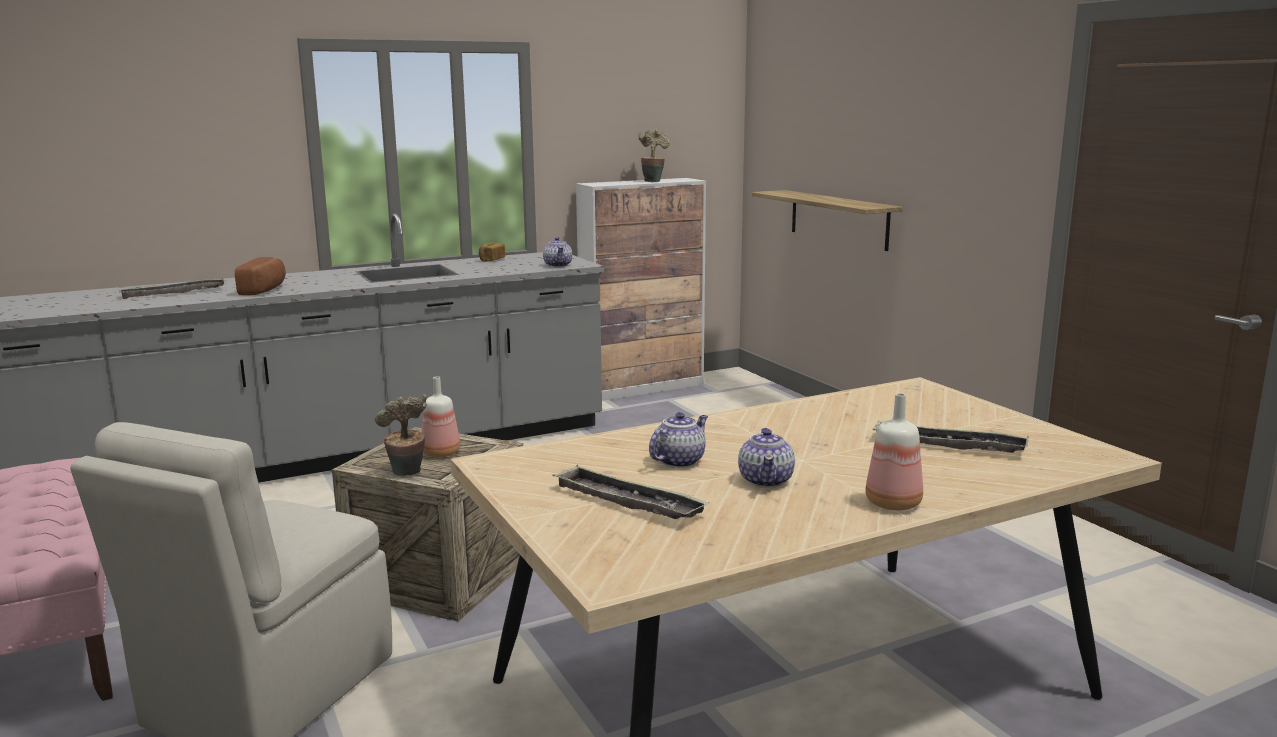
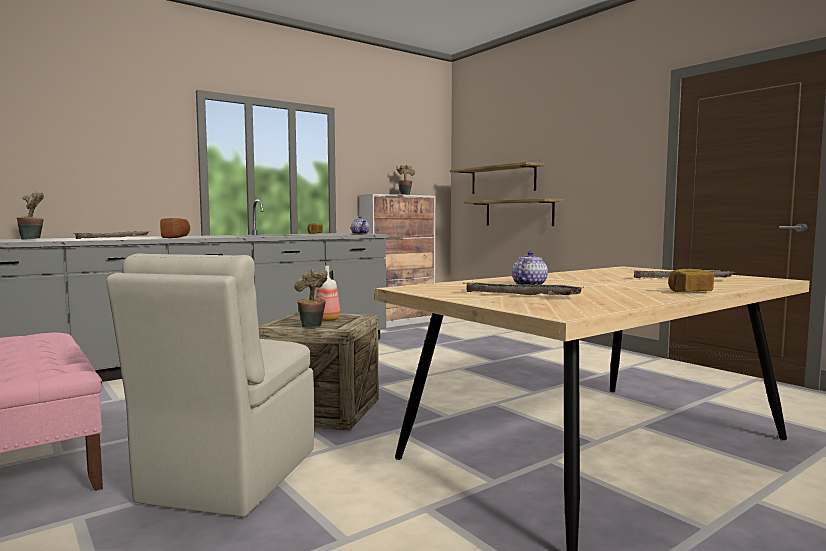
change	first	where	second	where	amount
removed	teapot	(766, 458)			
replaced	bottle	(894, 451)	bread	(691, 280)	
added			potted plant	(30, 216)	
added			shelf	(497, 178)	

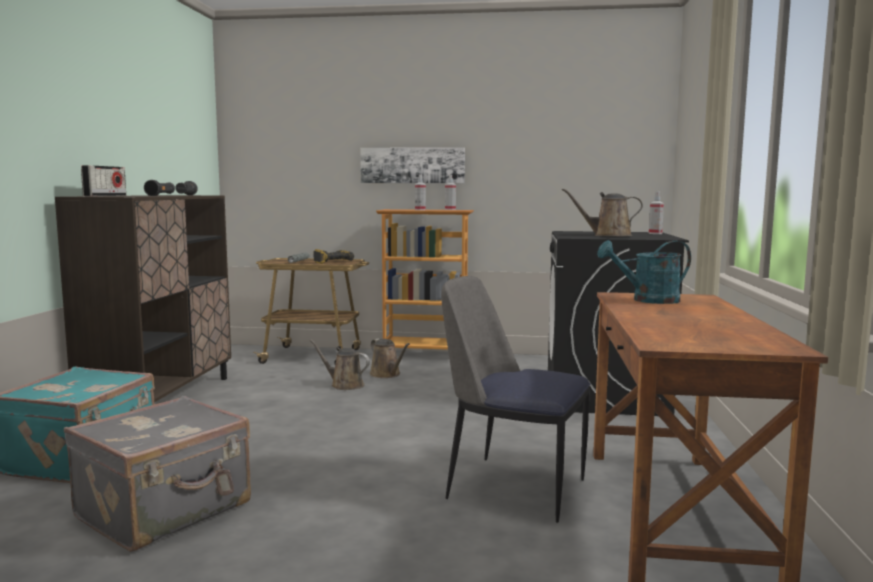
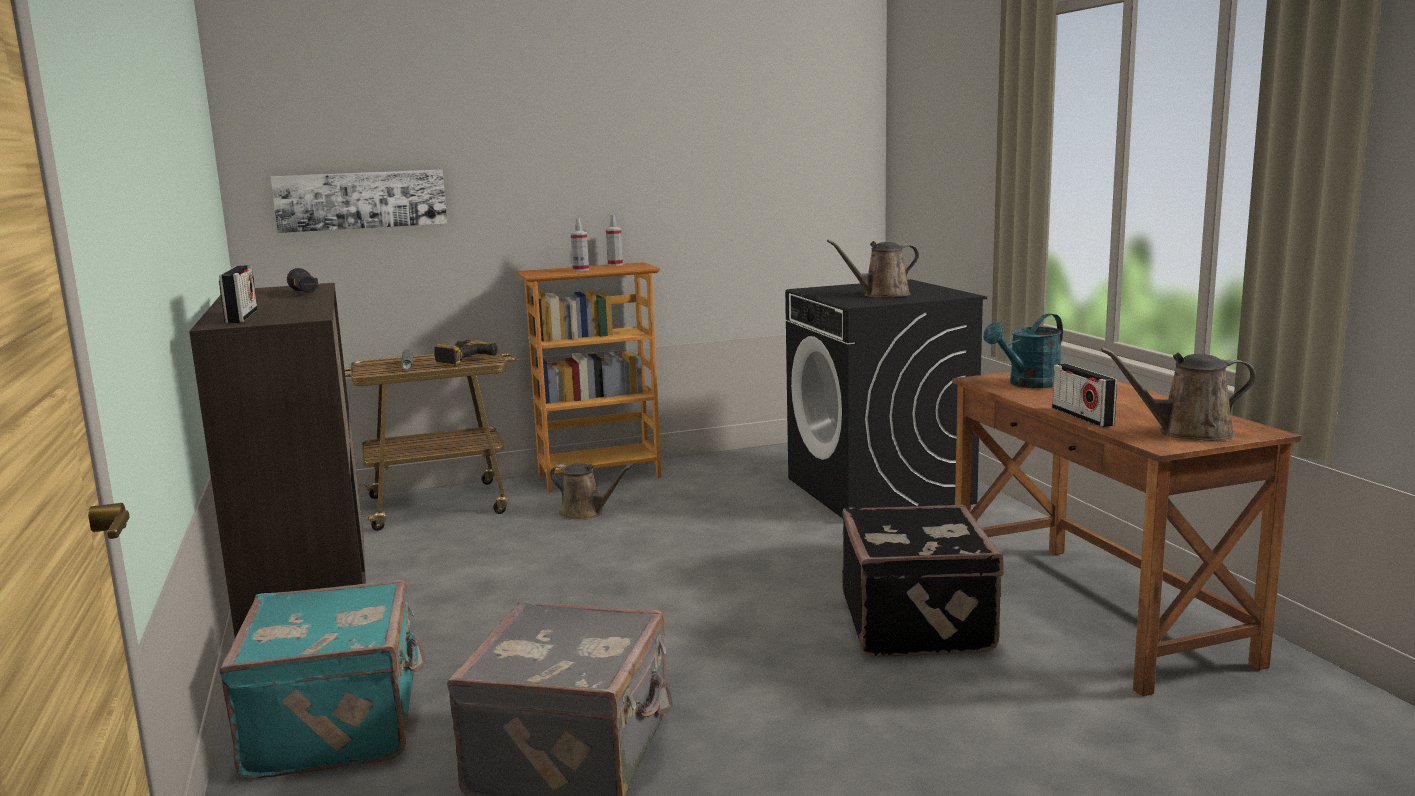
change	first	where	second	where	amount
removed	black flashlight	(159, 188)			
moved	brown watering can	(339, 364)		(1178, 394)	
moved	picture	(412, 165)		(358, 201)	
replaced	chair	(516, 399)	black suitcase	(922, 580)	
removed	spray bottle	(656, 212)			
added			radio	(1084, 395)	

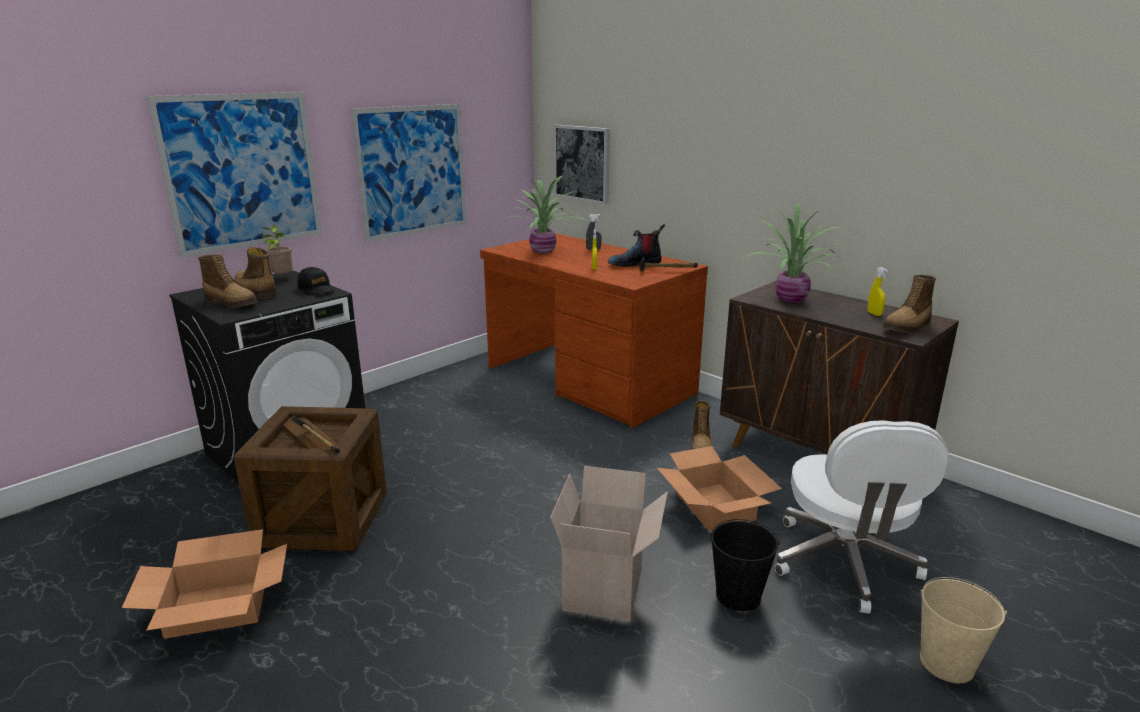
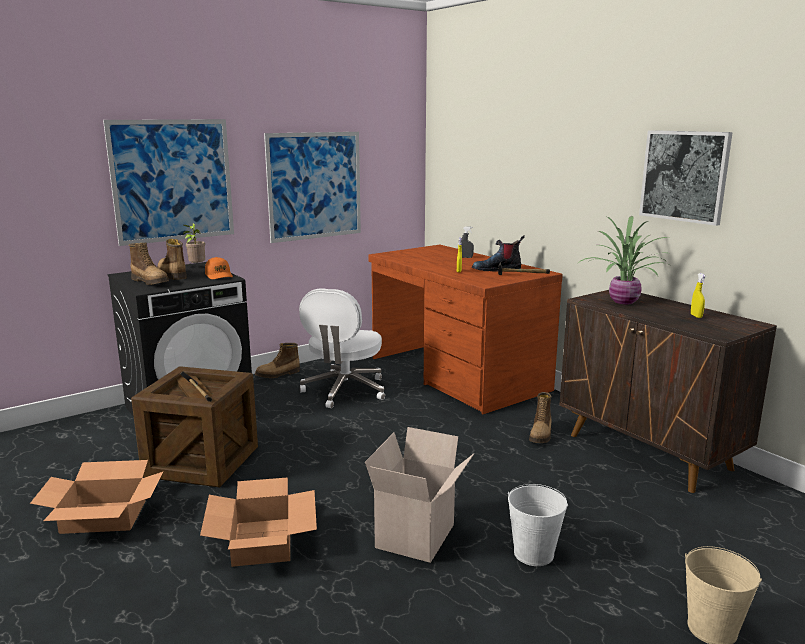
change	first	where	second	where	amount
recoloured	black cap	(316, 281)	orange cap	(219, 268)	
removed	potted plant	(547, 215)			
moved	picture	(582, 164)		(686, 178)	
moved	cardboard box	(719, 488)		(258, 522)	
recoloured	black bucket	(745, 565)	white bucket	(538, 525)	
moved	white office chair	(862, 517)		(342, 348)	
moved	boot	(909, 304)		(277, 360)	

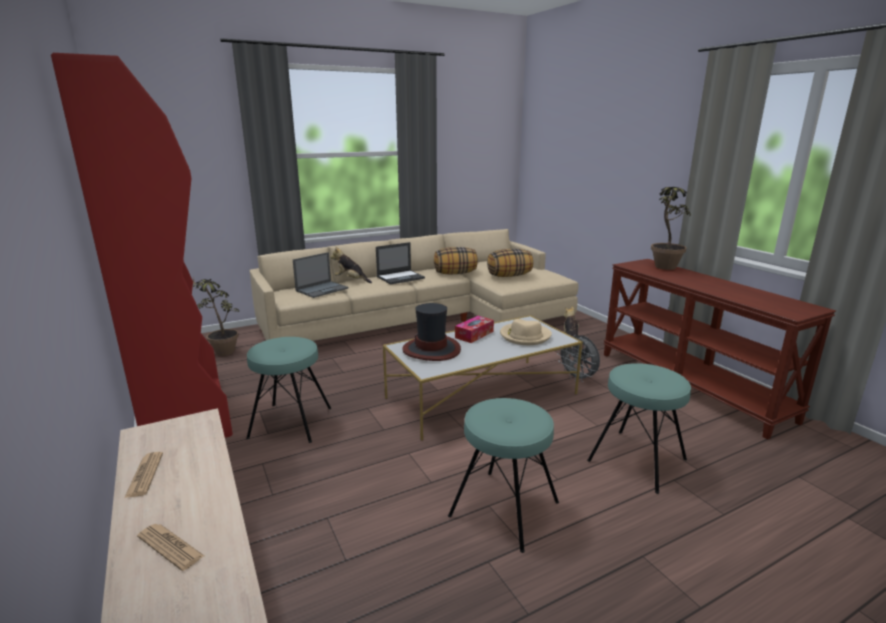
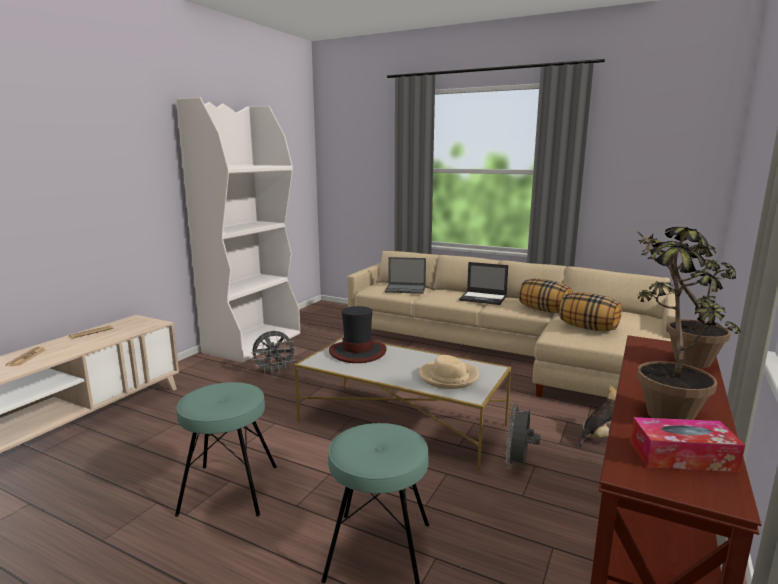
change	first	where	second	where	amount
recoloured	red bookcase	(142, 245)	white bookcase	(238, 230)	
moved	potted plant	(216, 317)		(689, 328)	
replaced	turquoise stool	(288, 390)	grey fan	(274, 352)	
removed	plush toy	(351, 264)			
moved	tissue box	(474, 329)		(687, 444)	

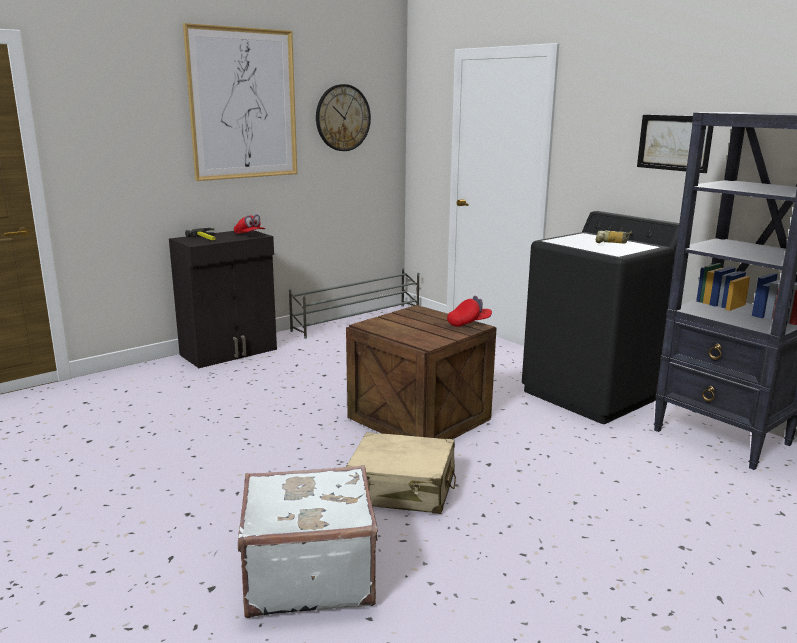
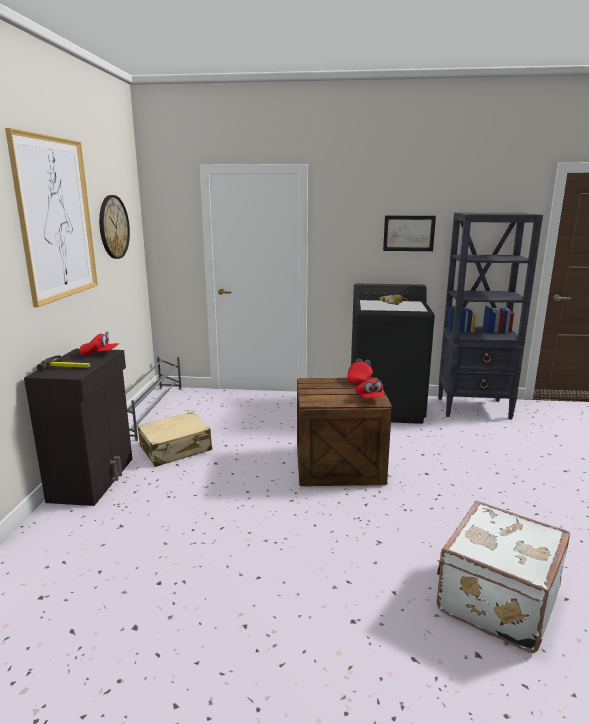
change	first	where	second	where	amount
moved	beige suitcase	(401, 473)		(175, 439)	
added			red cap	(370, 389)	

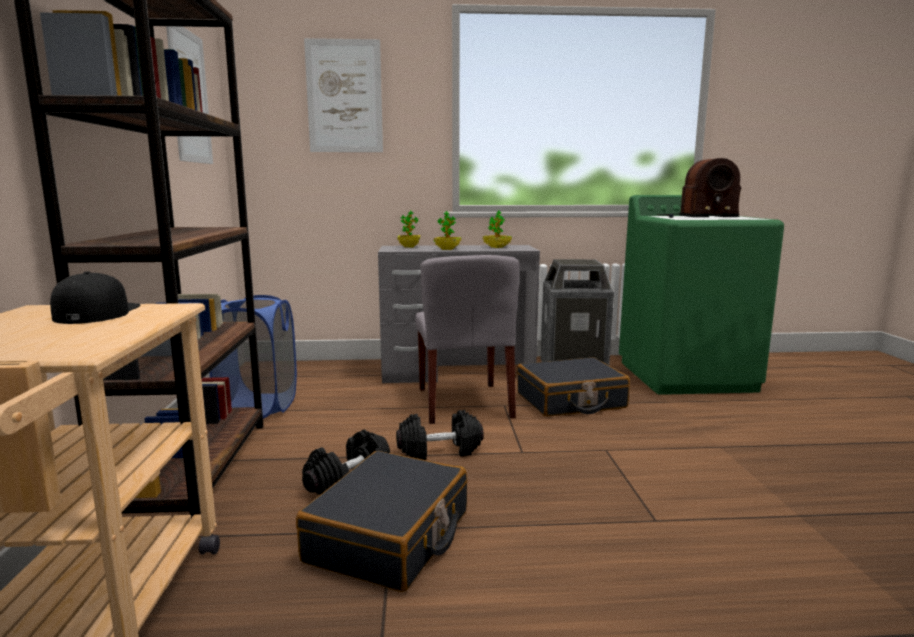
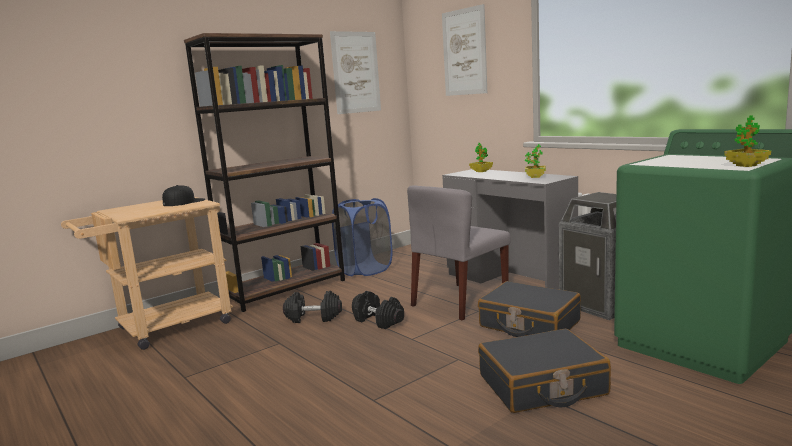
change	first	where	second	where	amount
moved	black suitcase	(381, 521)		(544, 371)	
moved	potted plant	(447, 230)		(747, 141)	
removed	radio	(699, 188)			

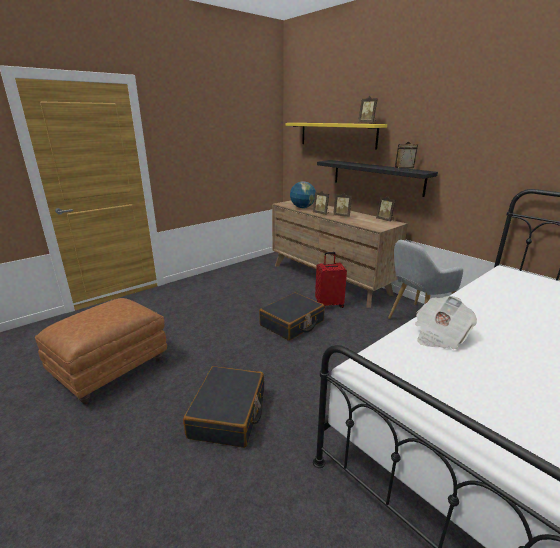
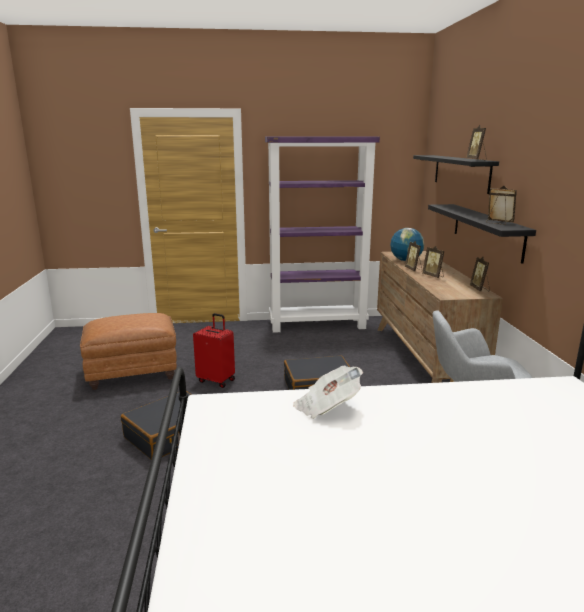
change	first	where	second	where	amount
recoloured	yellow shelf	(336, 136)	black shelf	(456, 174)	
moved	red suitcase	(331, 280)		(214, 350)	
added			purple bookcase	(322, 234)	

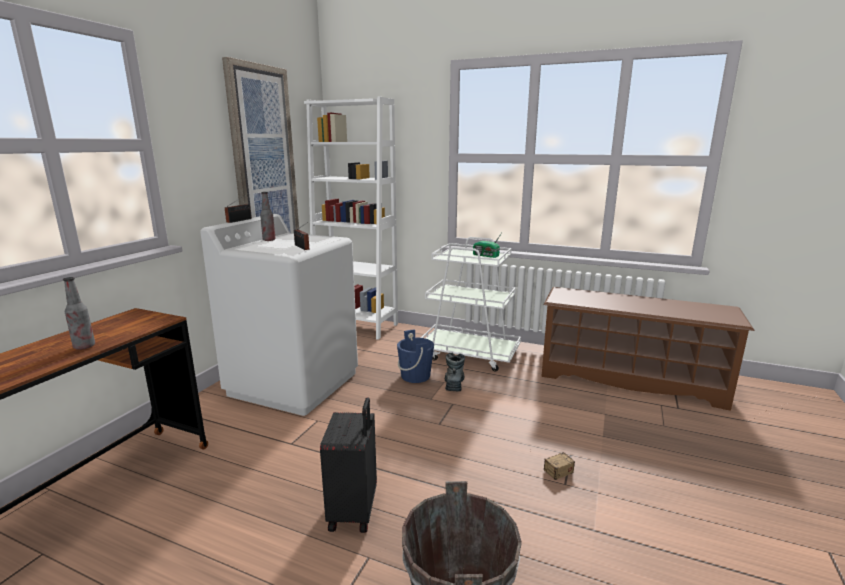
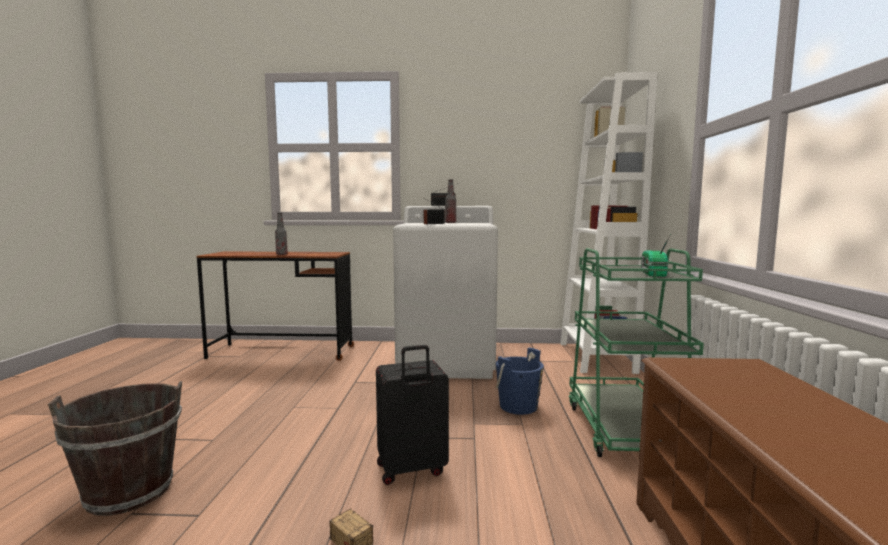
change	first	where	second	where	amount
removed	picture	(260, 145)			
moved	black suitcase	(348, 465)		(412, 415)	
recoloured	white cart	(471, 304)	green cart	(636, 352)	
removed	boot	(455, 371)			

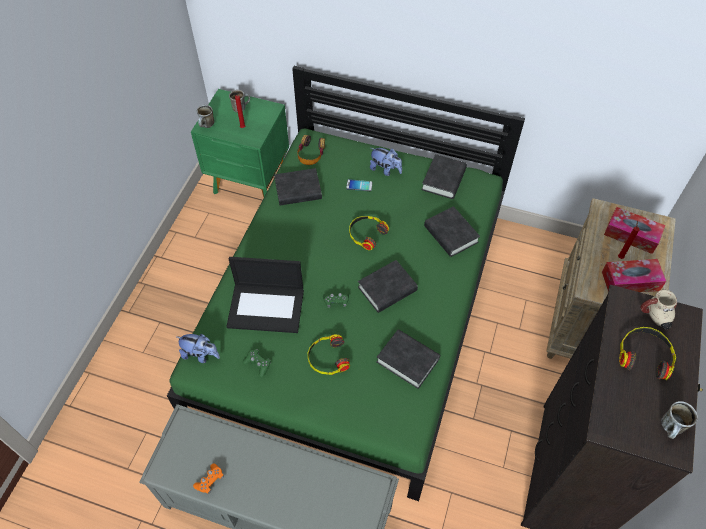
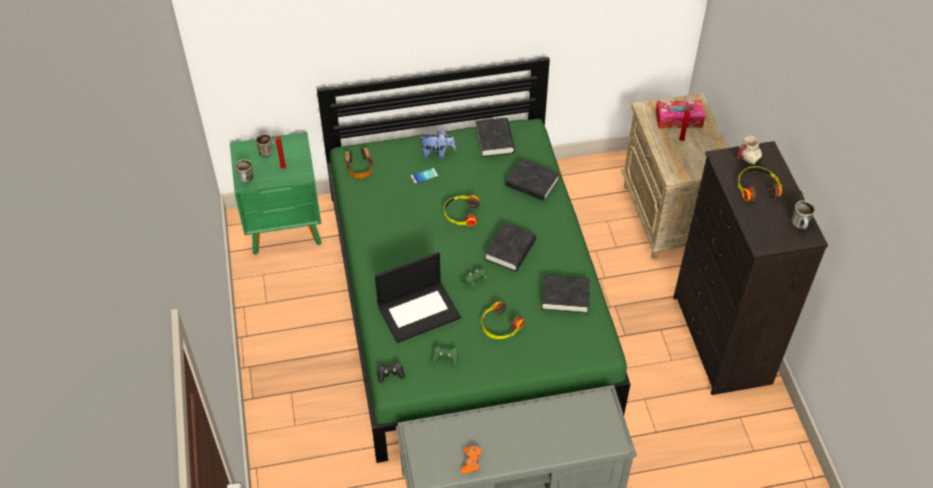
change	first	where	second	where	amount
replaced	plush toy	(198, 348)	black game controller	(391, 372)	
removed	black book	(298, 186)			
removed	tissue box	(634, 275)			

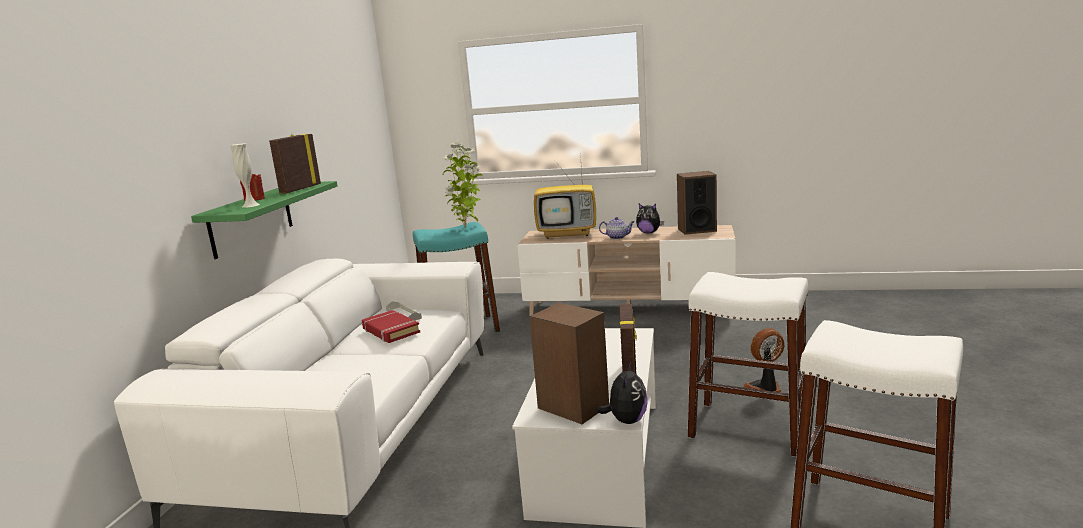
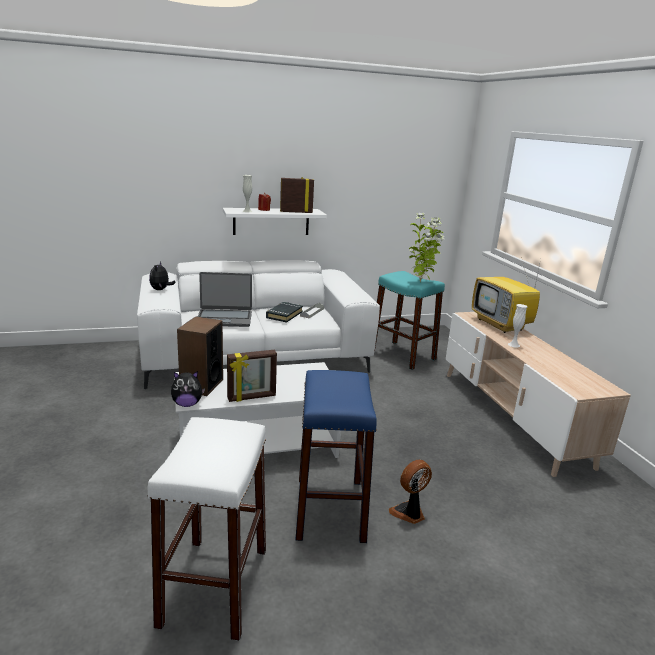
change	first	where	second	where	amount
recoloured	green shelf	(264, 220)	white shelf	(275, 221)	
recoloured	red book	(391, 326)	black book	(284, 312)	
replaced	teapot	(617, 228)	white vase	(517, 326)	
moved	plush toy	(650, 218)		(162, 276)	
removed	speaker	(697, 203)			
recoloured	white stool	(747, 364)	blue stool	(336, 456)	
turned	fan	(764, 360)		(410, 492)	75 degrees counterclockwise
added			laptop	(224, 299)	

